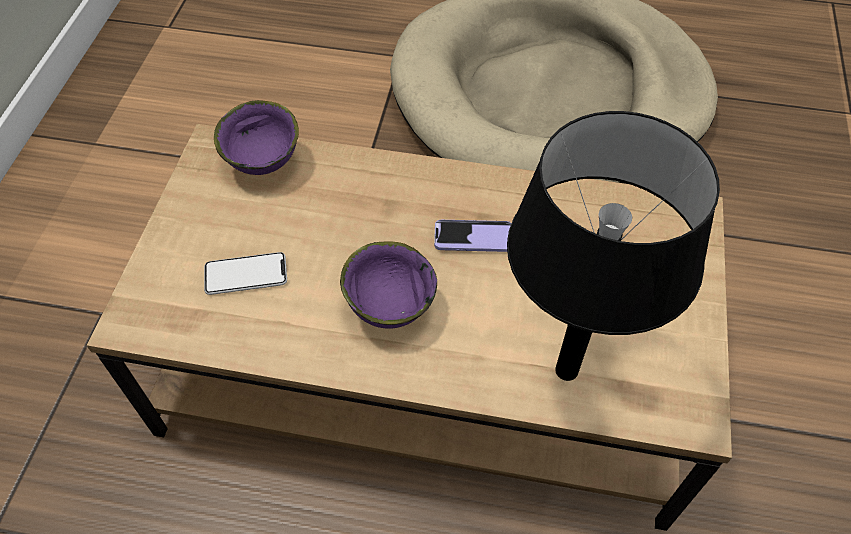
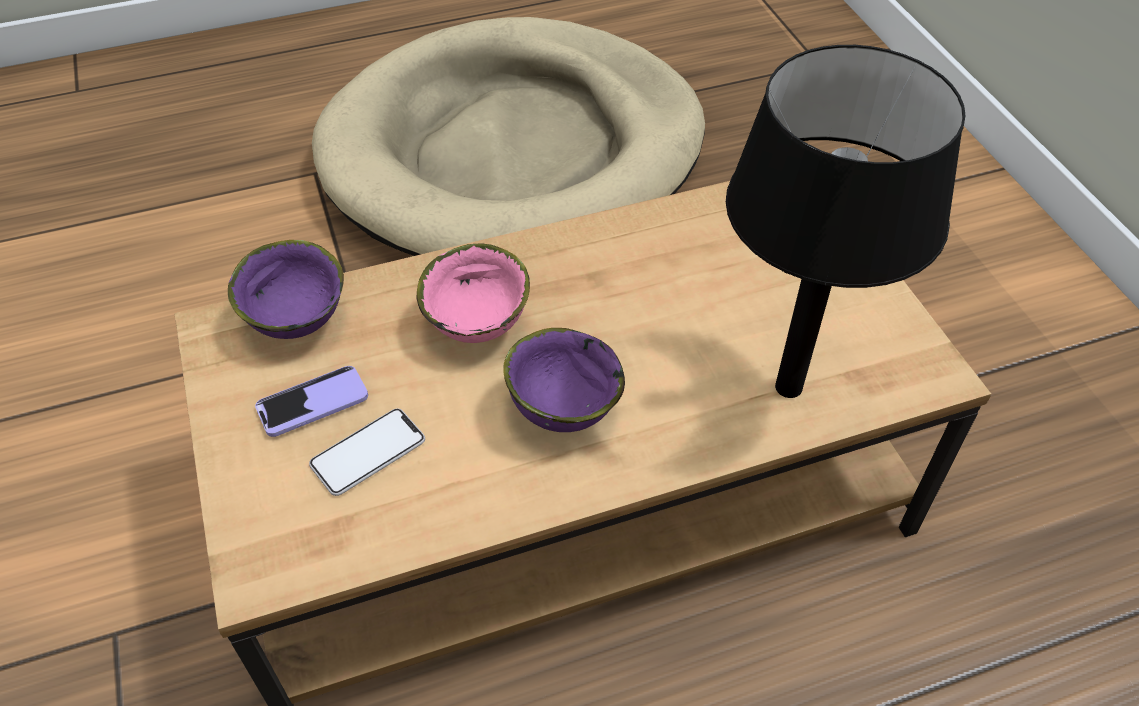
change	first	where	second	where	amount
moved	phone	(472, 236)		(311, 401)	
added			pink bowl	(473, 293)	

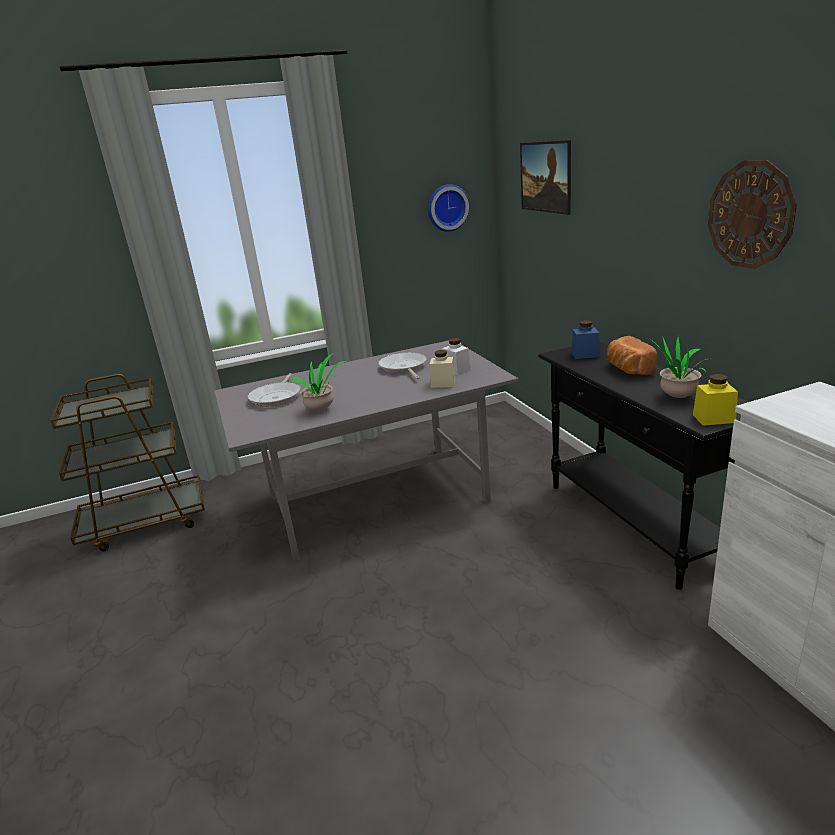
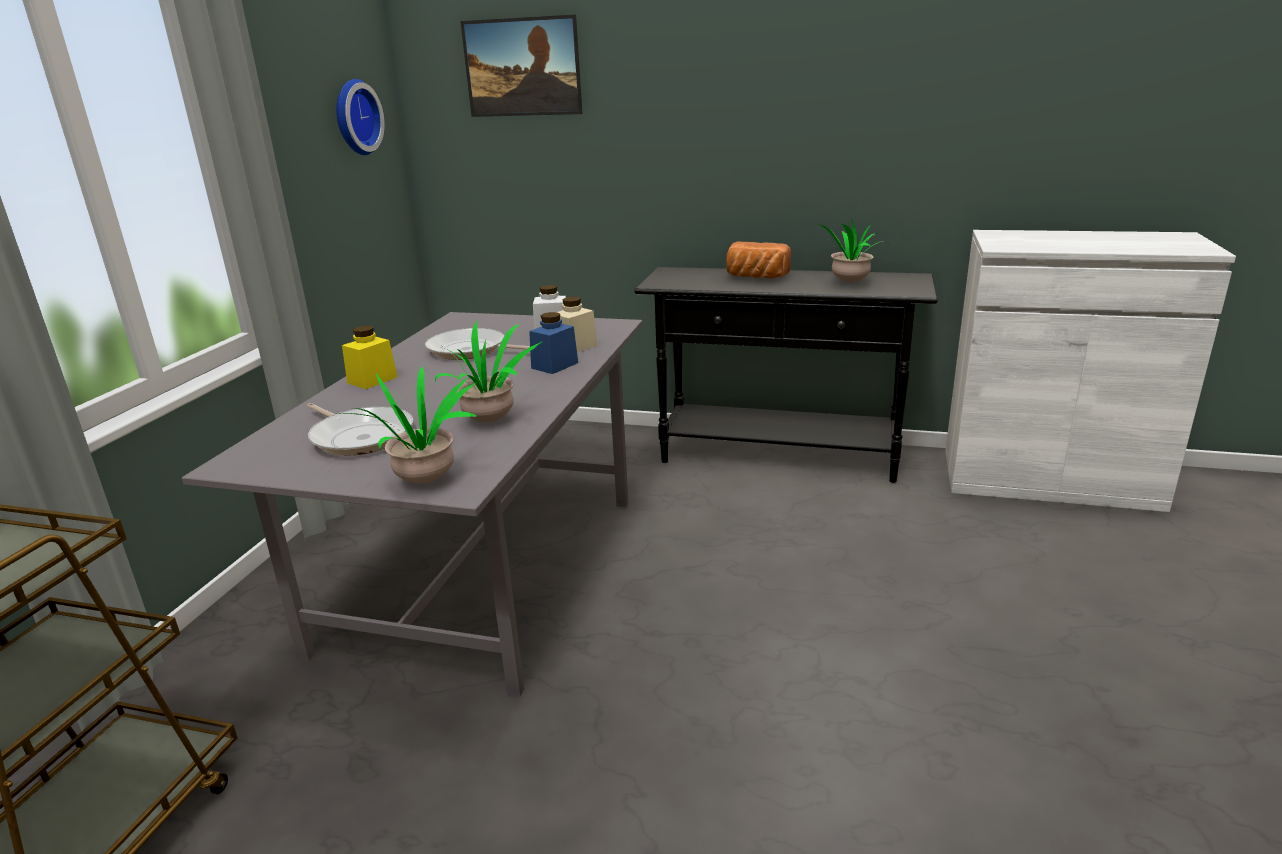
change	first	where	second	where	amount
moved	blue jar	(585, 339)		(553, 343)	
moved	yellow jar	(715, 400)		(370, 357)	
removed	wall clock	(752, 214)			
added			potted plant	(407, 425)	

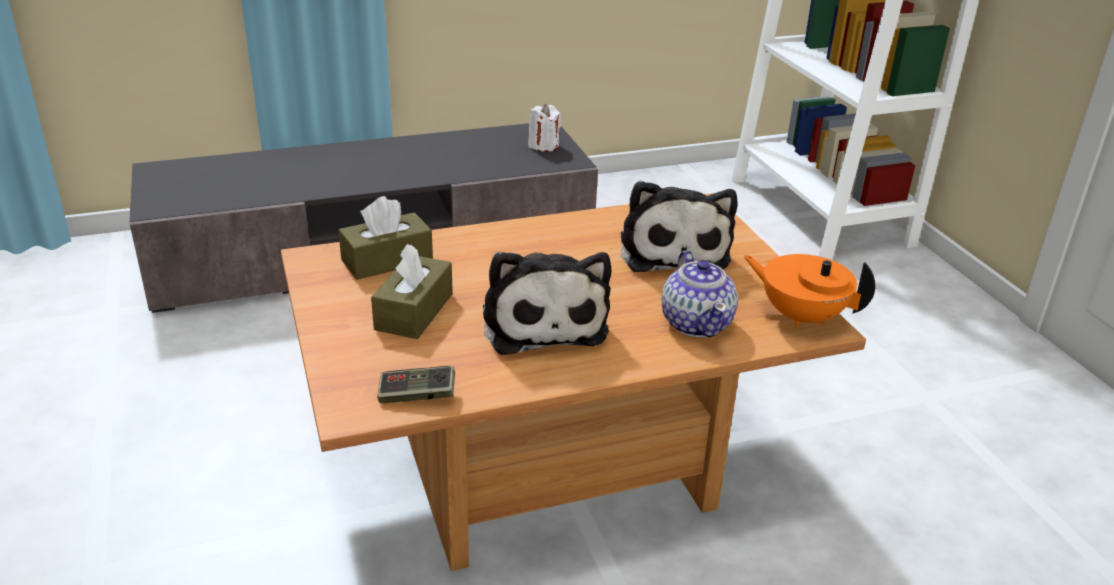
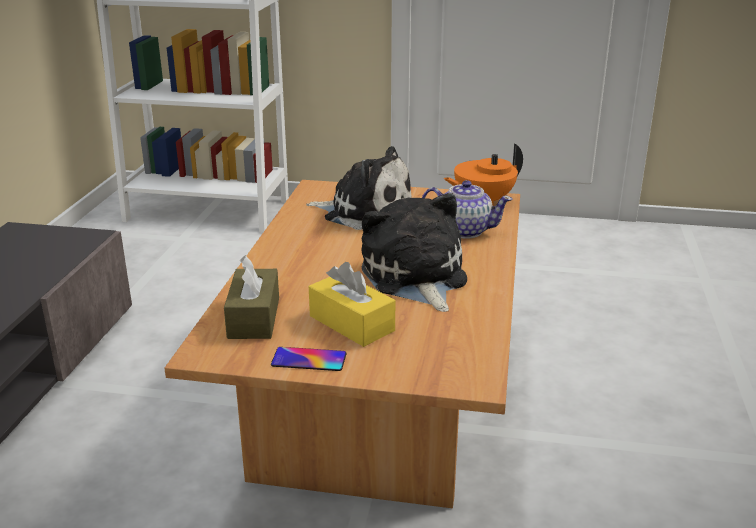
change	first	where	second	where	amount
recoloured	brown tissue box	(412, 291)	yellow tissue box	(352, 304)	
removed	game controller	(416, 385)			
turned	plush toy	(547, 303)		(414, 252)	120 degrees counterclockwise
removed	white candle	(545, 128)			
added			phone	(309, 359)	

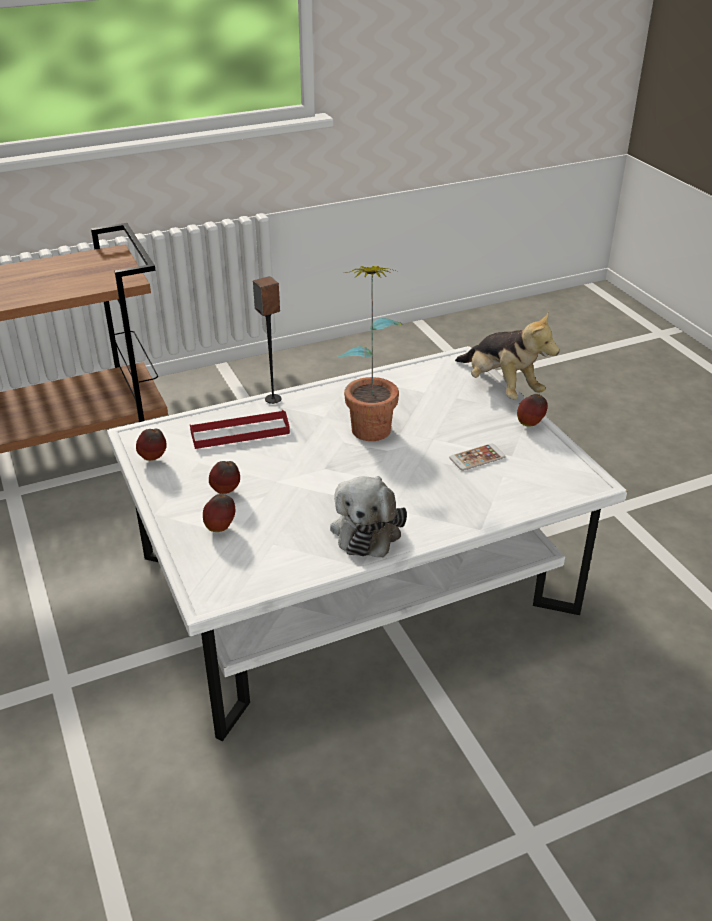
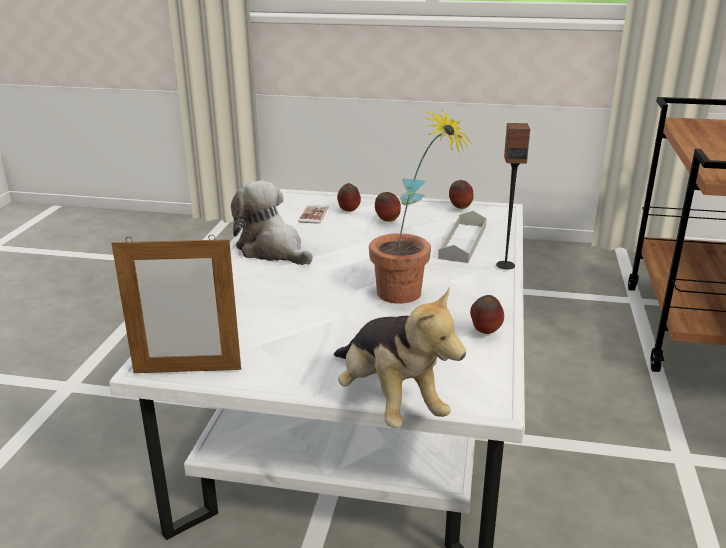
change	first	where	second	where	amount
recoloured	red tray	(240, 429)	grey tray	(462, 237)	
moved	phone	(477, 457)		(313, 214)	
turned	plush toy	(507, 355)		(400, 357)	120 degrees counterclockwise
moved	apple	(532, 410)		(487, 314)	
added			picture frame	(176, 304)	

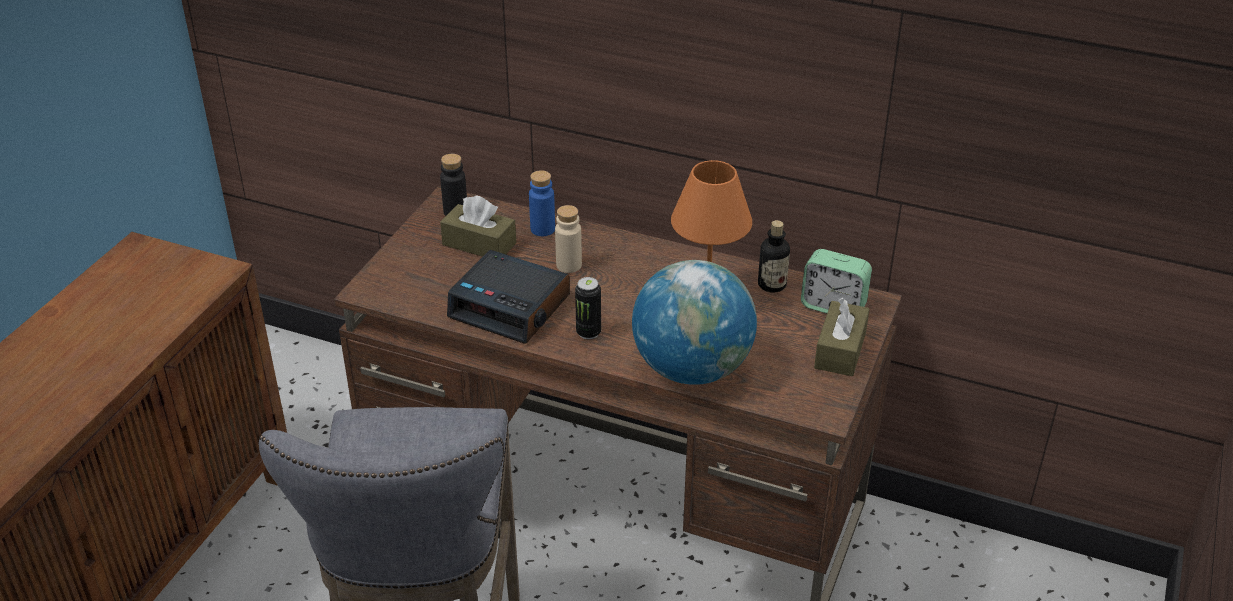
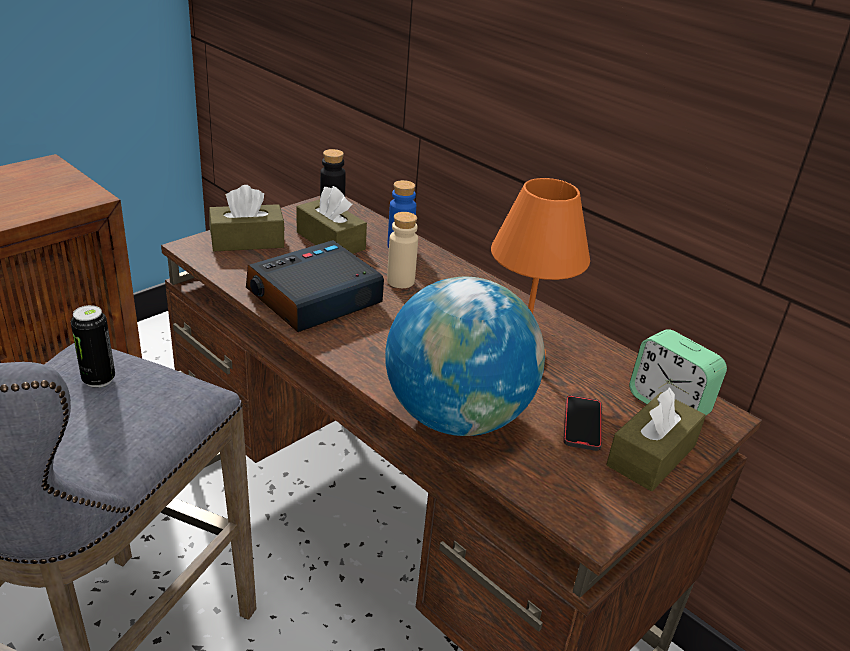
change	first	where	second	where	amount
turned	alarm clock	(508, 297)		(315, 286)	90 degrees clockwise
moved	can	(588, 308)		(93, 346)	
removed	bottle	(774, 256)			
added			brown tissue box	(247, 218)	
added			phone	(583, 423)	

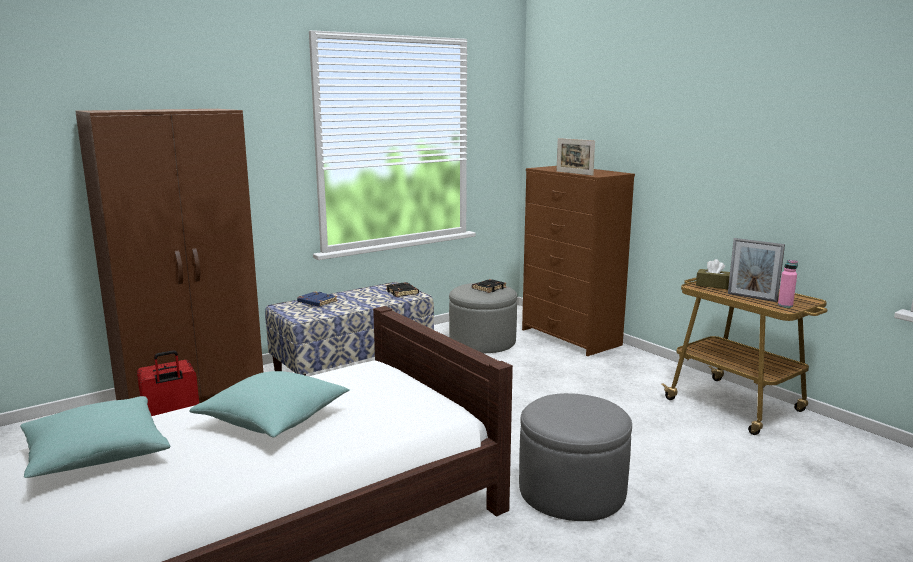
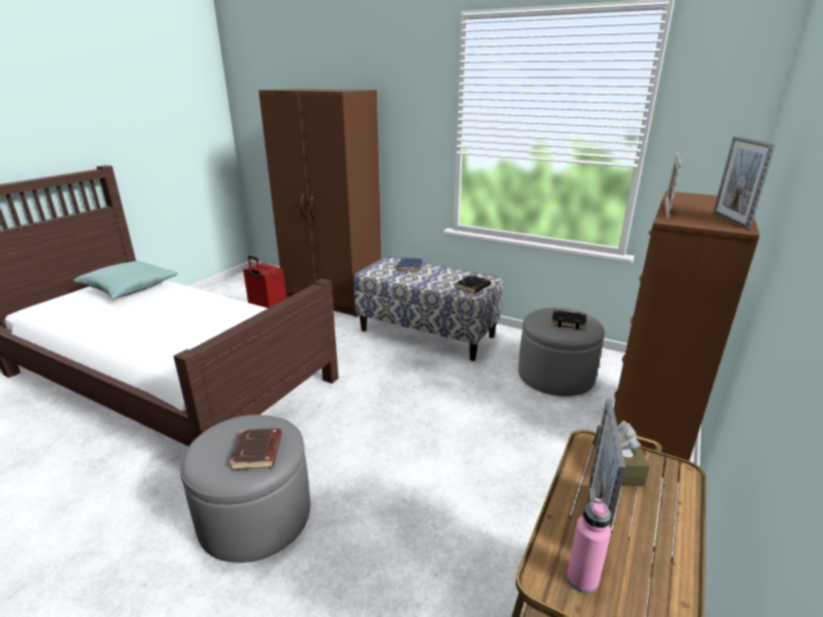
change	first	where	second	where	amount
removed	turquoise pillow	(269, 404)			
added			brown book	(256, 449)	
added			picture frame	(744, 182)	

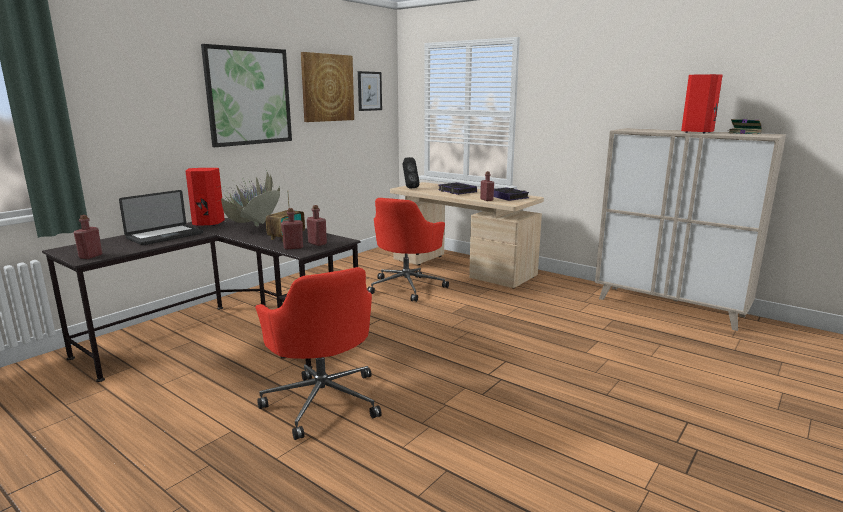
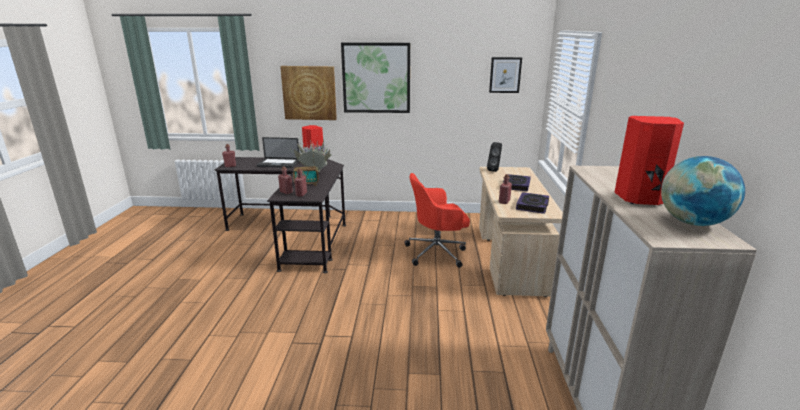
change	first	where	second	where	amount
removed	red office chair	(318, 353)			
moved	picture	(327, 87)		(308, 93)	
replaced	book	(745, 127)	globe	(703, 191)	

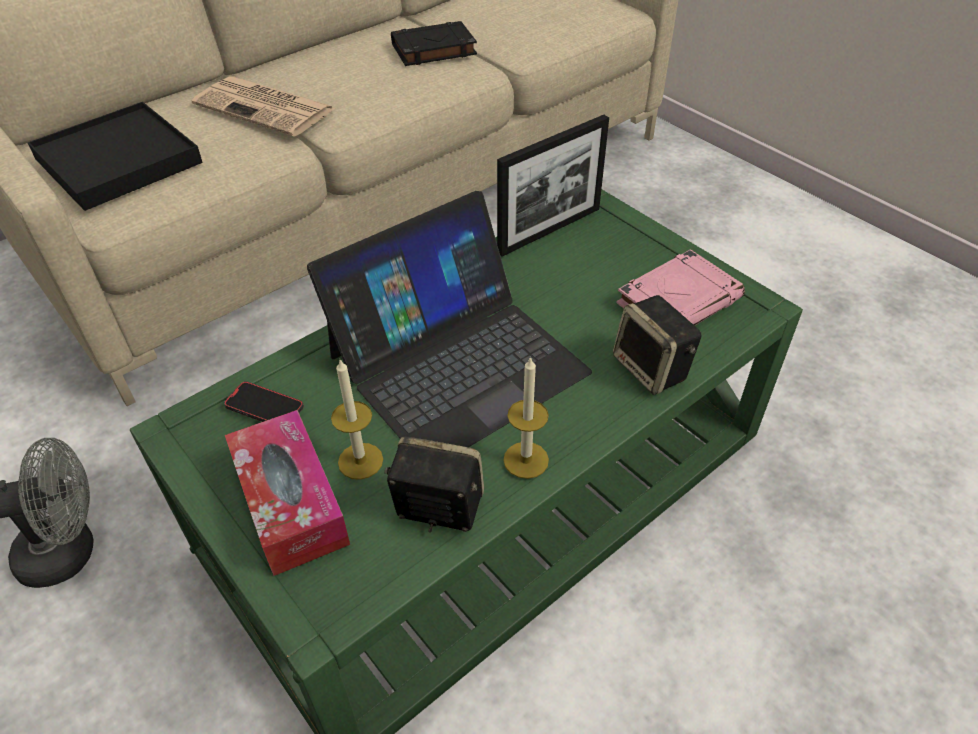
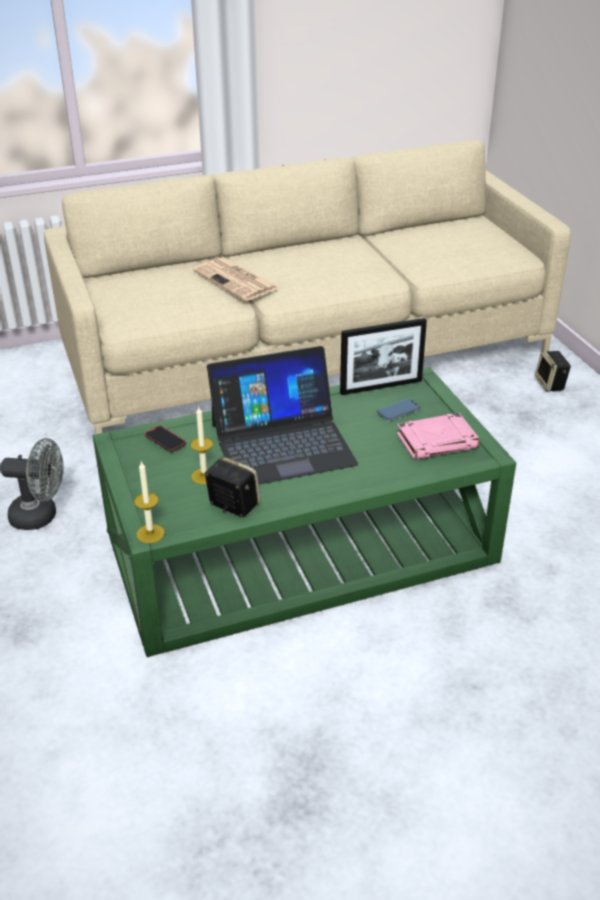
change	first	where	second	where	amount
removed	black tray	(115, 156)			
removed	tissue box	(287, 493)			
removed	black book	(434, 43)			
moved	candle	(526, 417)		(149, 502)	
moved	speaker	(657, 345)		(553, 371)	
added			phone	(398, 410)	

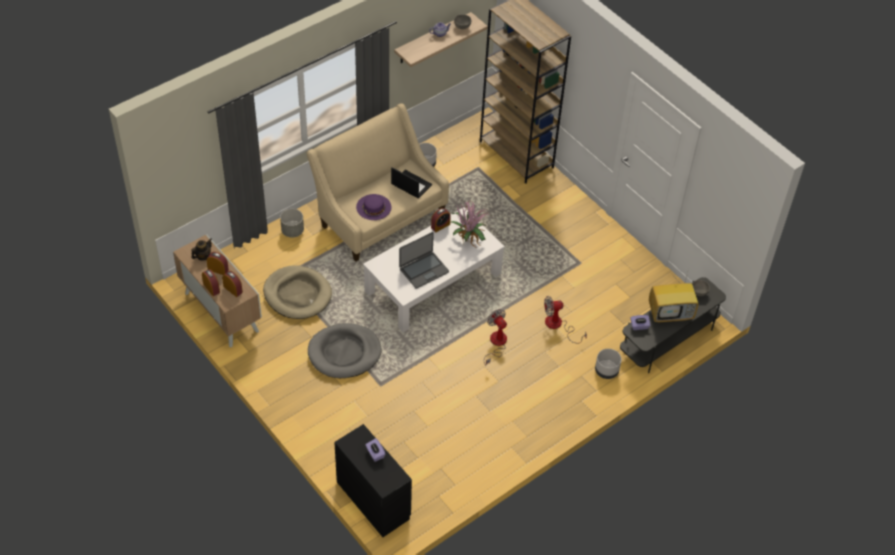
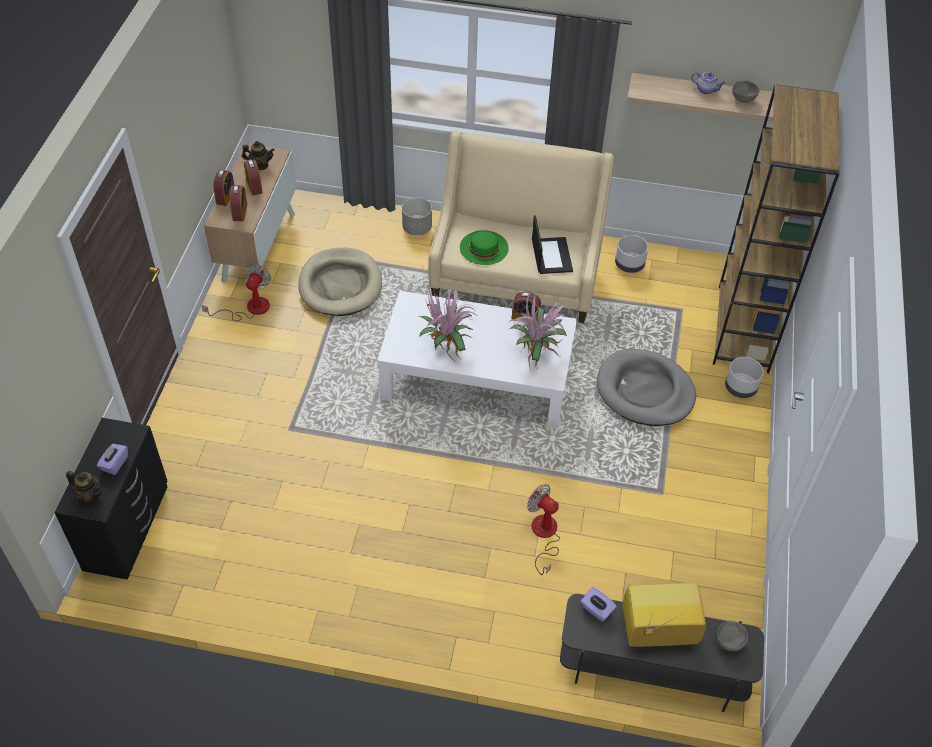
change	first	where	second	where	amount
moved	grey dog bed	(345, 350)		(646, 387)	
recoloured	purple hat	(373, 207)	green hat	(484, 247)	
replaced	laptop	(424, 260)	potted plant	(447, 324)	
moved	fan	(495, 337)		(236, 292)	
moved	grey planter	(608, 364)		(744, 377)	
turned	television	(673, 296)		(664, 614)	135 degrees clockwise
added			teapot	(84, 487)	

